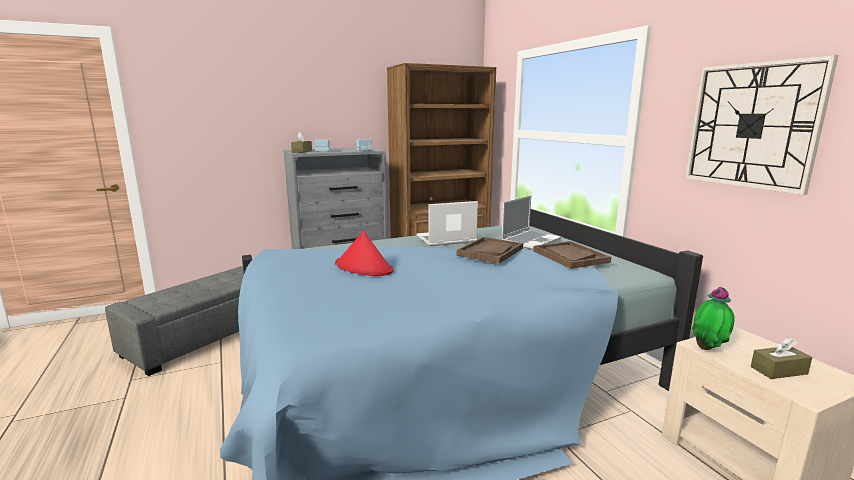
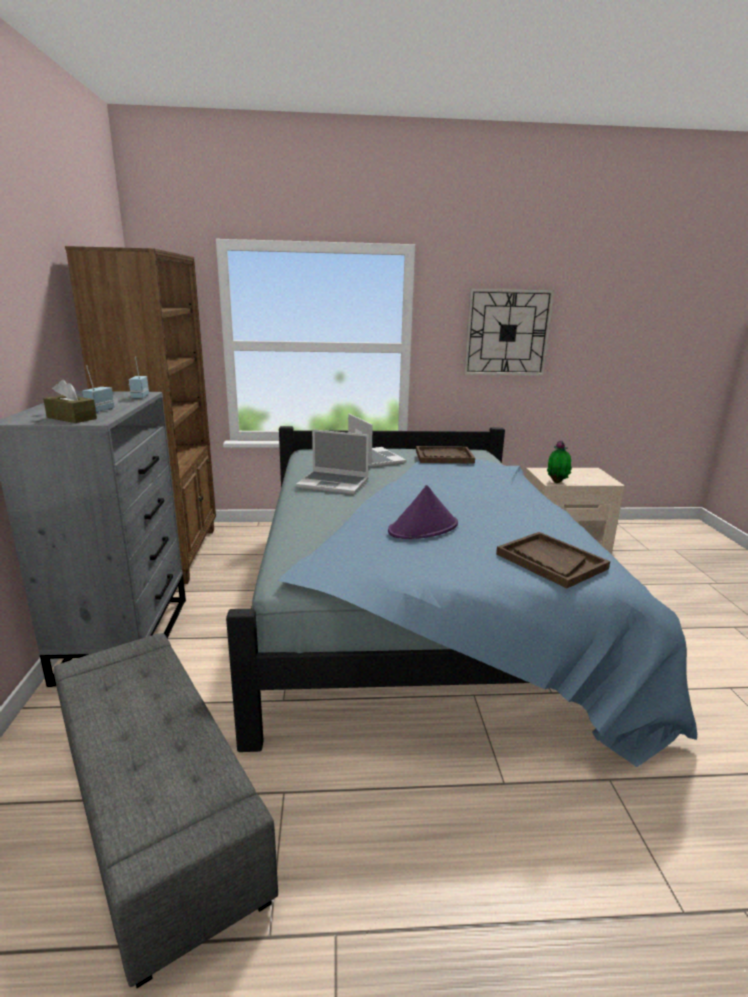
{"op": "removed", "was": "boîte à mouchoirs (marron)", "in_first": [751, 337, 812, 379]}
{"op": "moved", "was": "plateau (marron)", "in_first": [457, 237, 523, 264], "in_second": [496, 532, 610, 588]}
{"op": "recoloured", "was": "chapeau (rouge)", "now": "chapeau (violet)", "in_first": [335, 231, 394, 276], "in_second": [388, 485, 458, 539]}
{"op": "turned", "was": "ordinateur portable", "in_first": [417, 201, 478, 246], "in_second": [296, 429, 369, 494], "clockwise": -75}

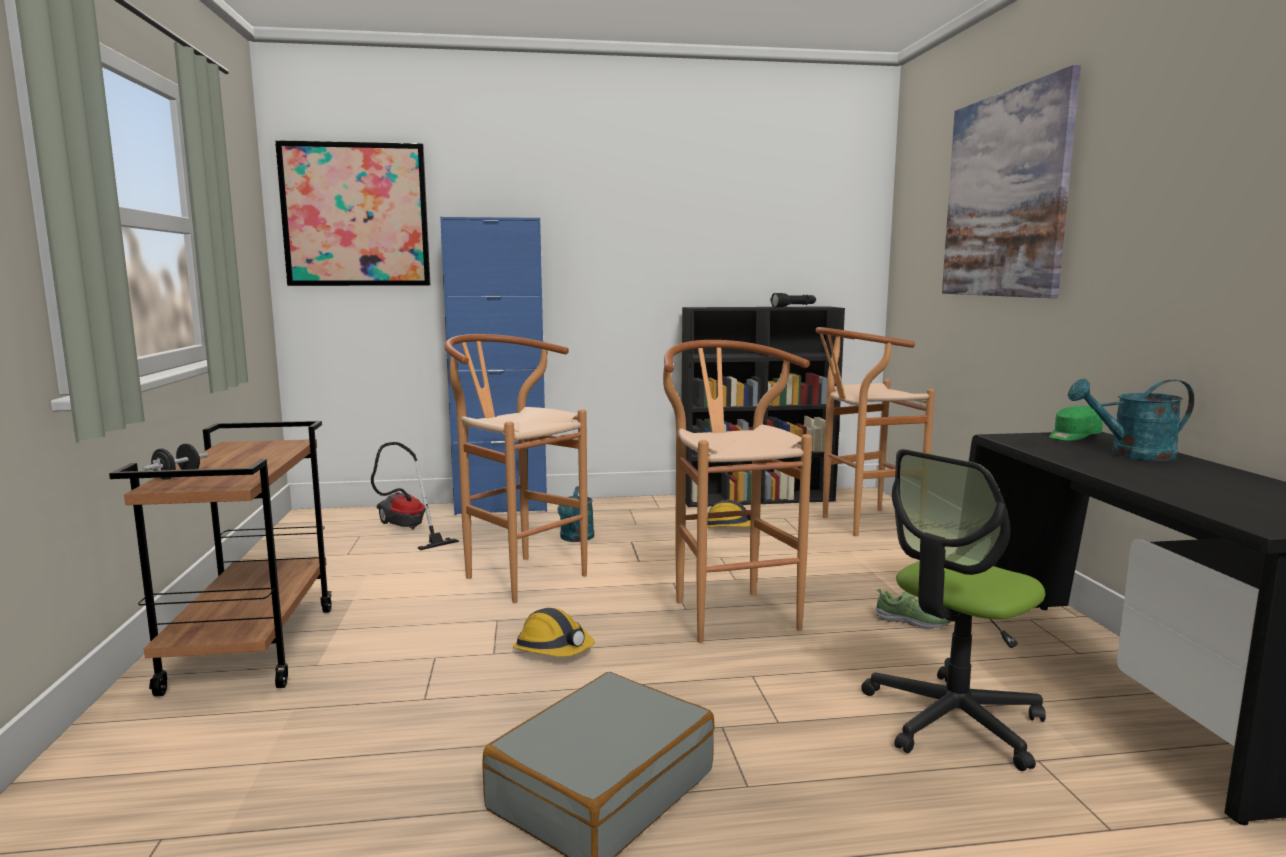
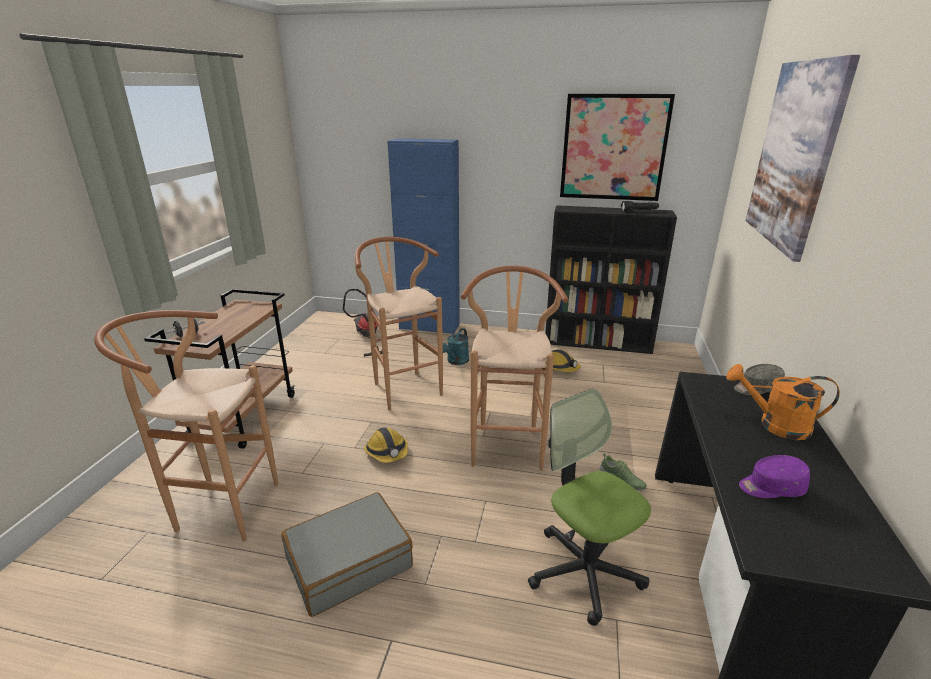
{"op": "added", "now": "casquette (violet)", "in_second": [739, 455, 810, 498]}
{"op": "moved", "was": "tableau", "in_first": [275, 140, 430, 286], "in_second": [560, 94, 675, 201]}
{"op": "moved", "was": "tabouret (marron)", "in_first": [816, 327, 935, 536], "in_second": [94, 310, 278, 541]}
{"op": "recoloured", "was": "casquette (vert)", "now": "casquette (gris)", "in_first": [1049, 406, 1103, 441], "in_second": [734, 364, 785, 395]}
{"op": "recoloured", "was": "arrosoir (turquoise)", "now": "arrosoir (orange)", "in_first": [1068, 379, 1195, 461], "in_second": [726, 364, 840, 440]}
{"op": "turned", "was": "chaise de bureau", "in_first": [861, 449, 1046, 771], "in_second": [528, 389, 651, 626], "clockwise": 75}

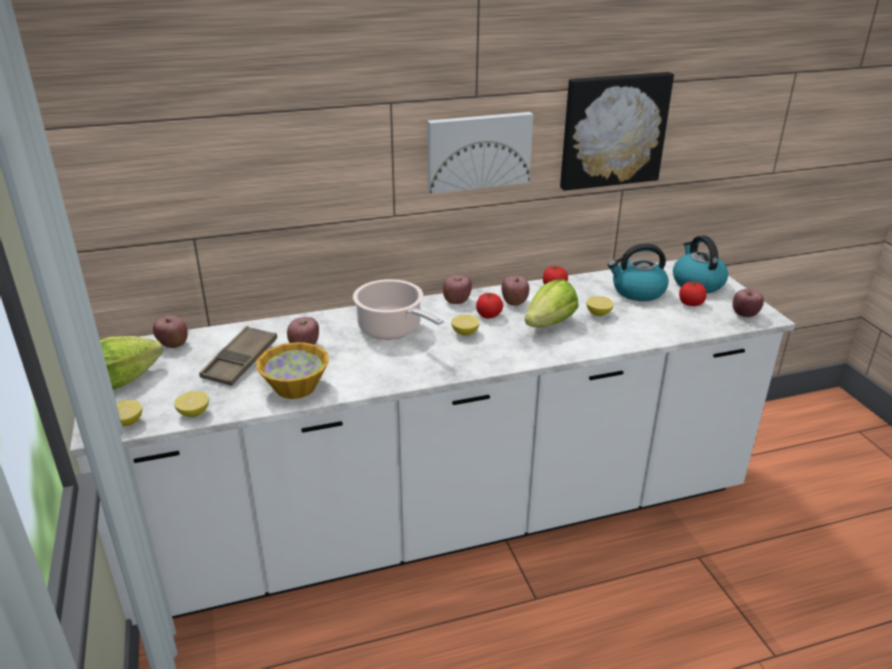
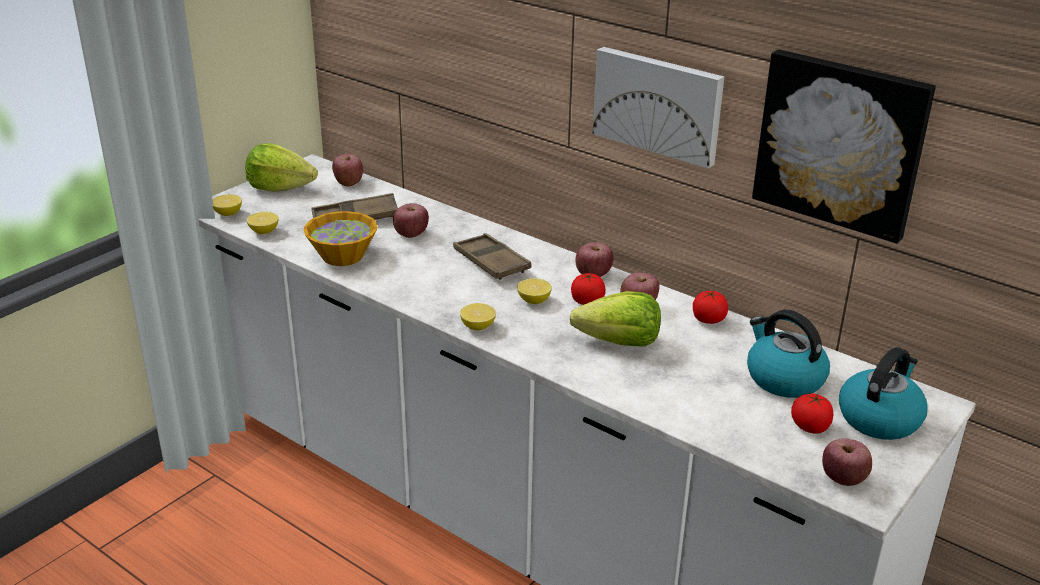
{"op": "moved", "was": "citron", "in_first": [586, 296, 614, 316], "in_second": [460, 303, 496, 331]}
{"op": "replaced", "was": "marmite", "now": "plateau (marron)", "in_first": [353, 279, 444, 340], "in_second": [453, 233, 531, 280]}

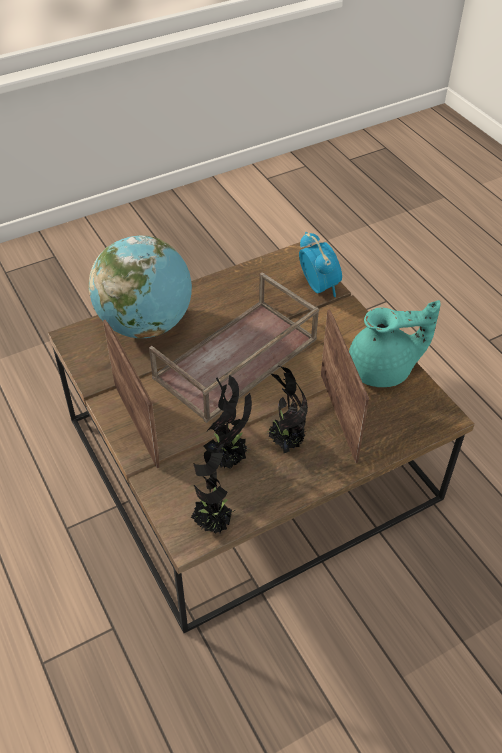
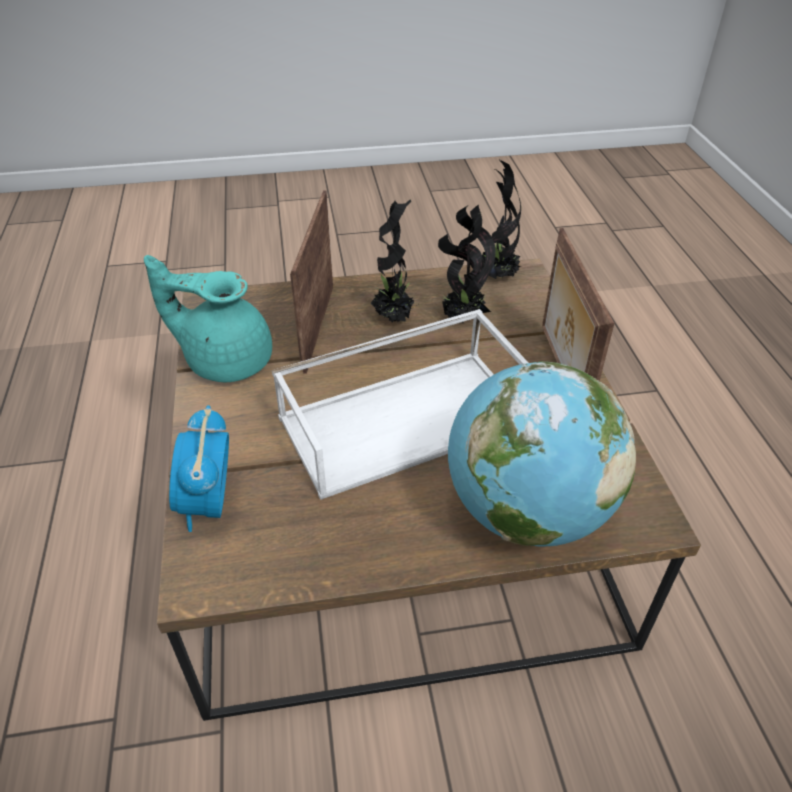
{"op": "recoloured", "was": "plateau (marron)", "now": "plateau (blanc)", "in_first": [149, 272, 319, 423], "in_second": [272, 309, 528, 500]}

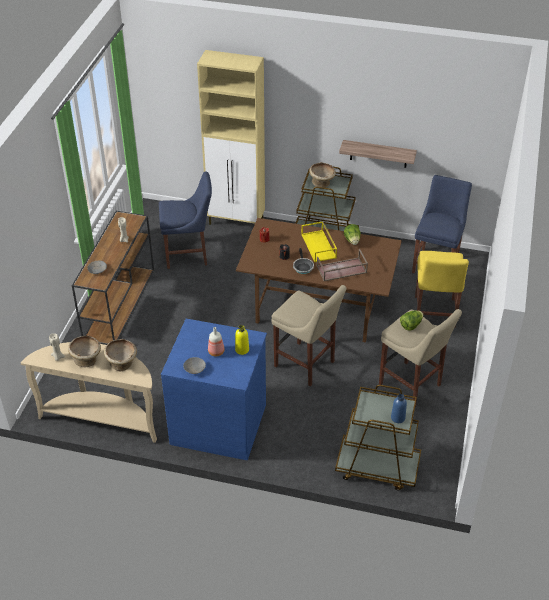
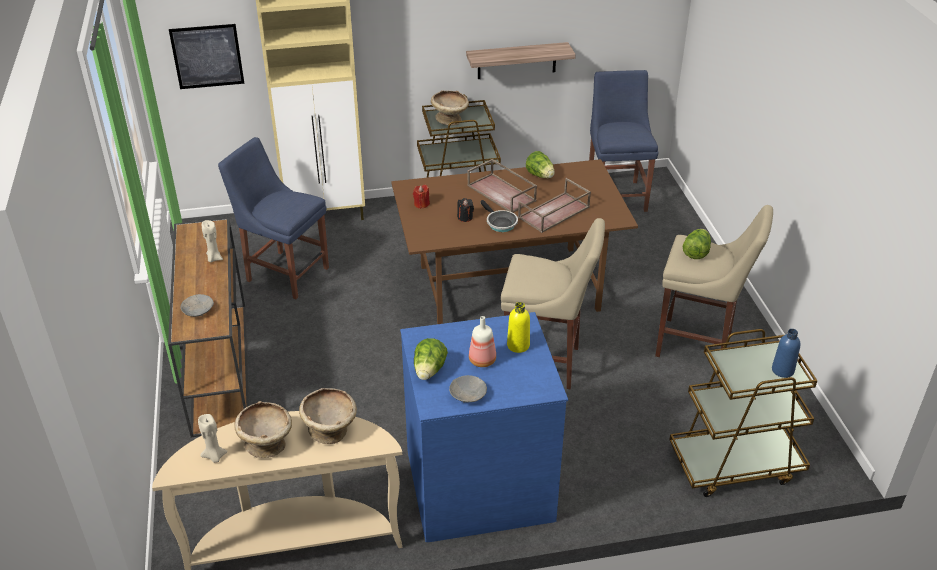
{"op": "removed", "was": "chaise (jaune)", "in_first": [415, 251, 469, 328]}
{"op": "added", "now": "tableau", "in_second": [169, 24, 244, 89]}
{"op": "added", "now": "laitue", "in_second": [414, 338, 448, 380]}
{"op": "recoloured", "was": "plateau (jaune)", "now": "plateau (marron)", "in_first": [301, 221, 337, 262], "in_second": [467, 159, 537, 212]}
{"op": "turned", "was": "chaise (bleu)", "in_first": [159, 172, 212, 269], "in_second": [218, 137, 329, 299], "clockwise": -120}

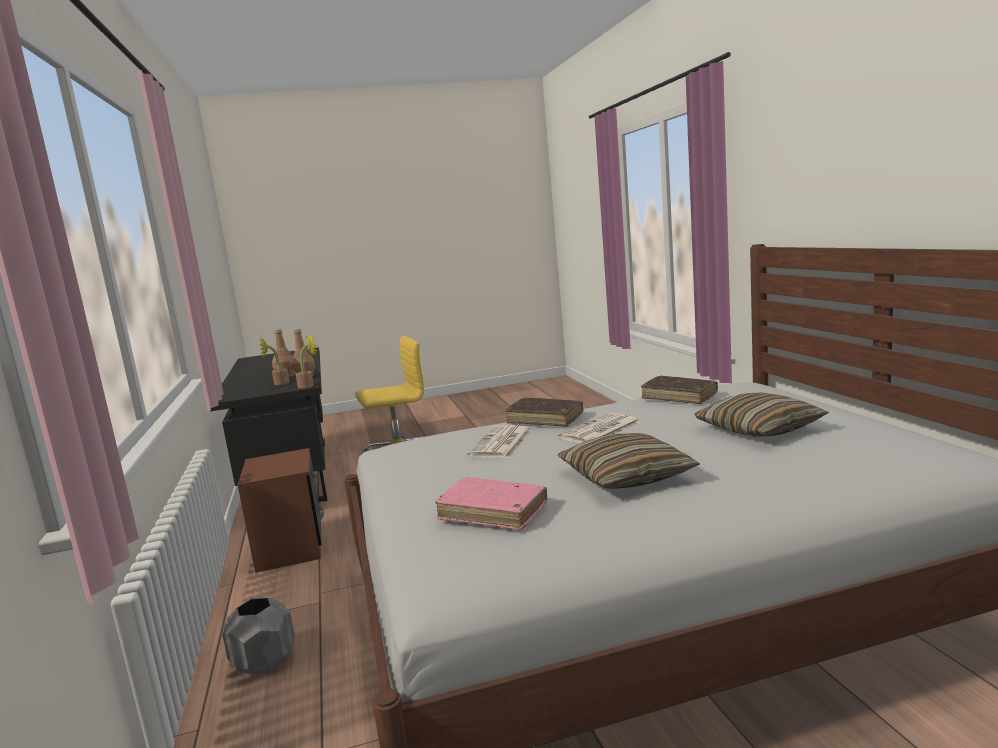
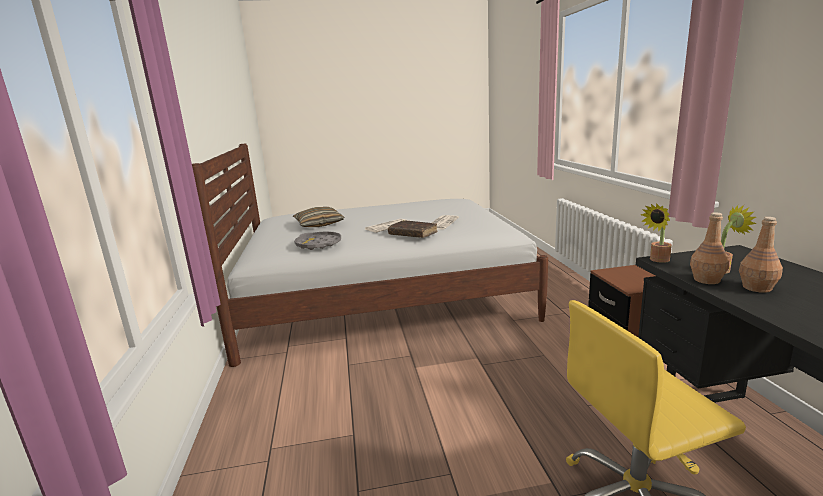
{"op": "removed", "was": "cache-pot (gris)", "in_first": [222, 598, 295, 674]}
{"op": "removed", "was": "livre (rose)", "in_first": [435, 477, 547, 530]}
{"op": "removed", "was": "coussin", "in_first": [558, 433, 700, 489]}
{"op": "replaced", "was": "livre (marron)", "now": "plateau (gris)", "in_first": [641, 375, 718, 404], "in_second": [294, 231, 341, 250]}

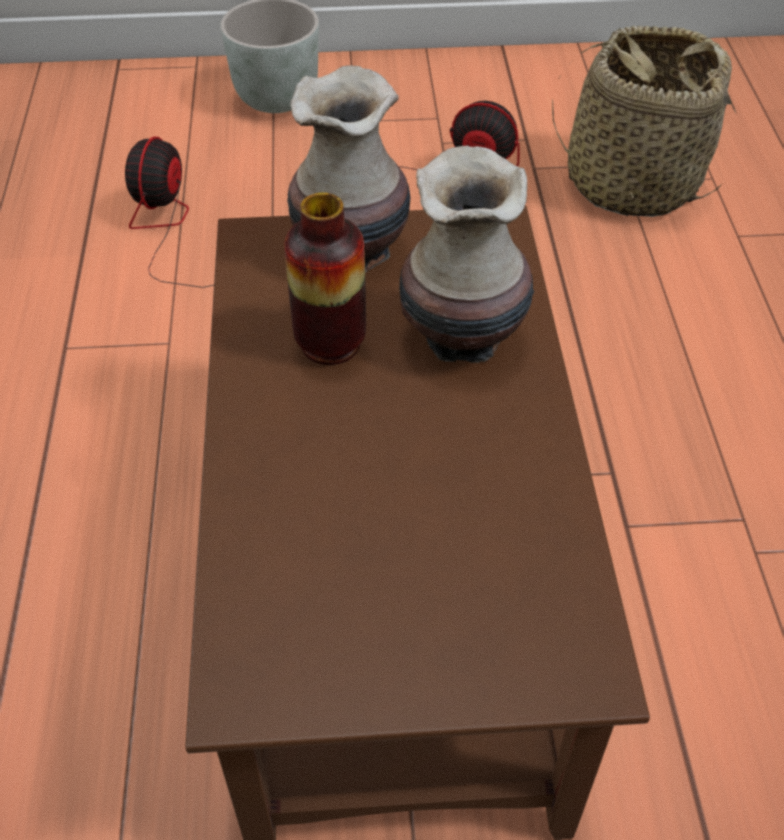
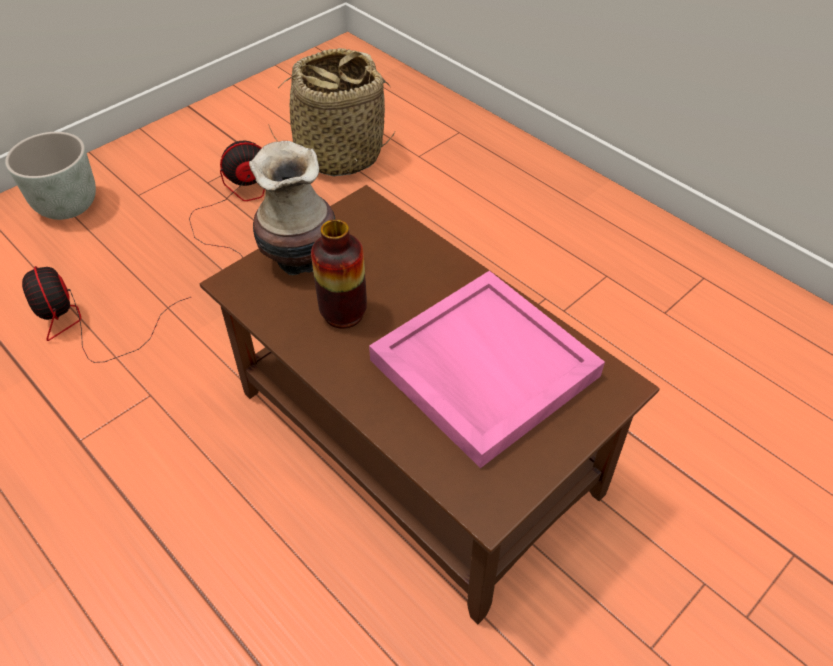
{"op": "removed", "was": "vase", "in_first": [399, 145, 534, 363]}
{"op": "added", "now": "plateau (rose)", "in_second": [369, 271, 605, 468]}

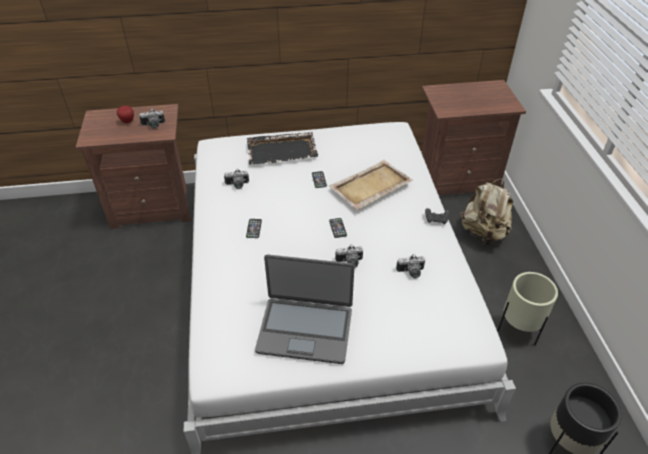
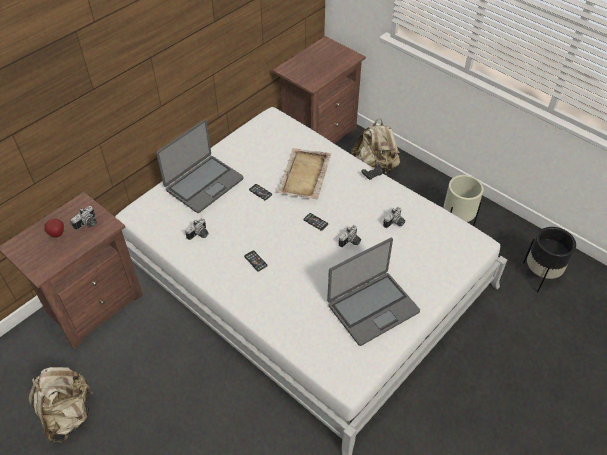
{"op": "added", "now": "sac à dos (beige)", "in_second": [28, 367, 93, 443]}
{"op": "replaced", "was": "plateau (noir)", "now": "ordinateur portable", "in_first": [247, 132, 318, 165], "in_second": [156, 119, 244, 213]}

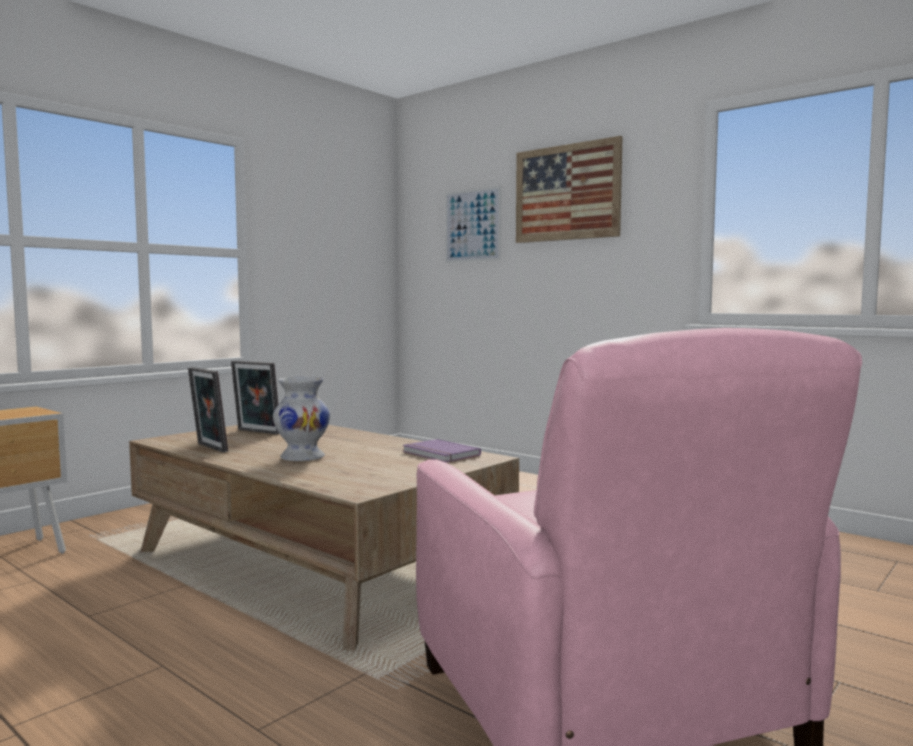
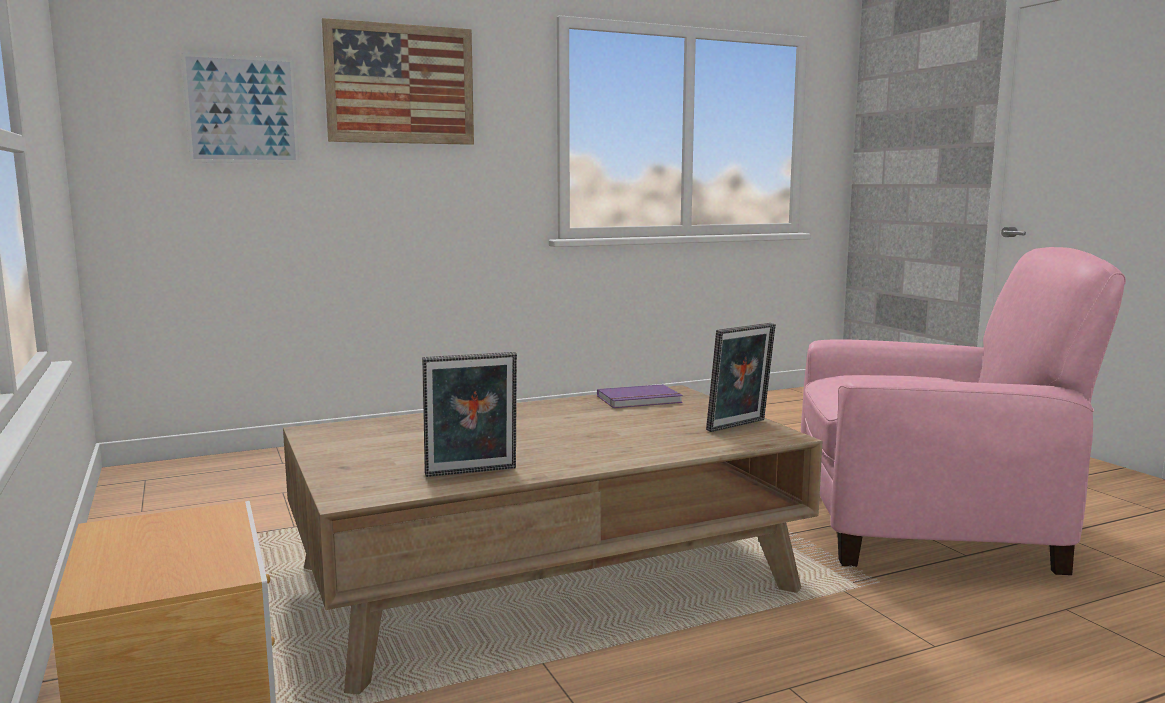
{"op": "removed", "was": "vase (blanc)", "in_first": [273, 377, 330, 461]}
{"op": "moved", "was": "cadre photo", "in_first": [231, 361, 279, 434], "in_second": [706, 323, 776, 432]}

